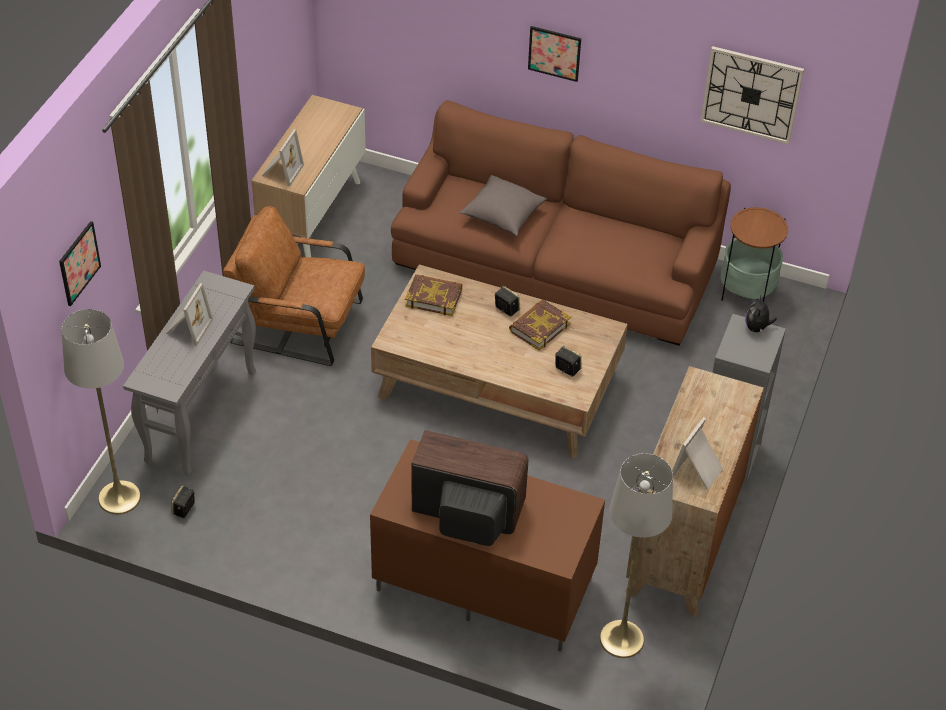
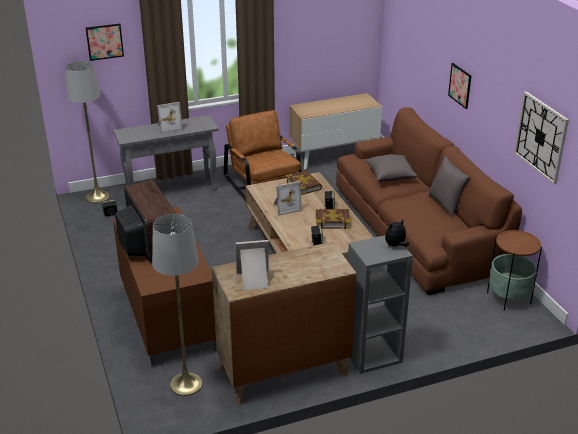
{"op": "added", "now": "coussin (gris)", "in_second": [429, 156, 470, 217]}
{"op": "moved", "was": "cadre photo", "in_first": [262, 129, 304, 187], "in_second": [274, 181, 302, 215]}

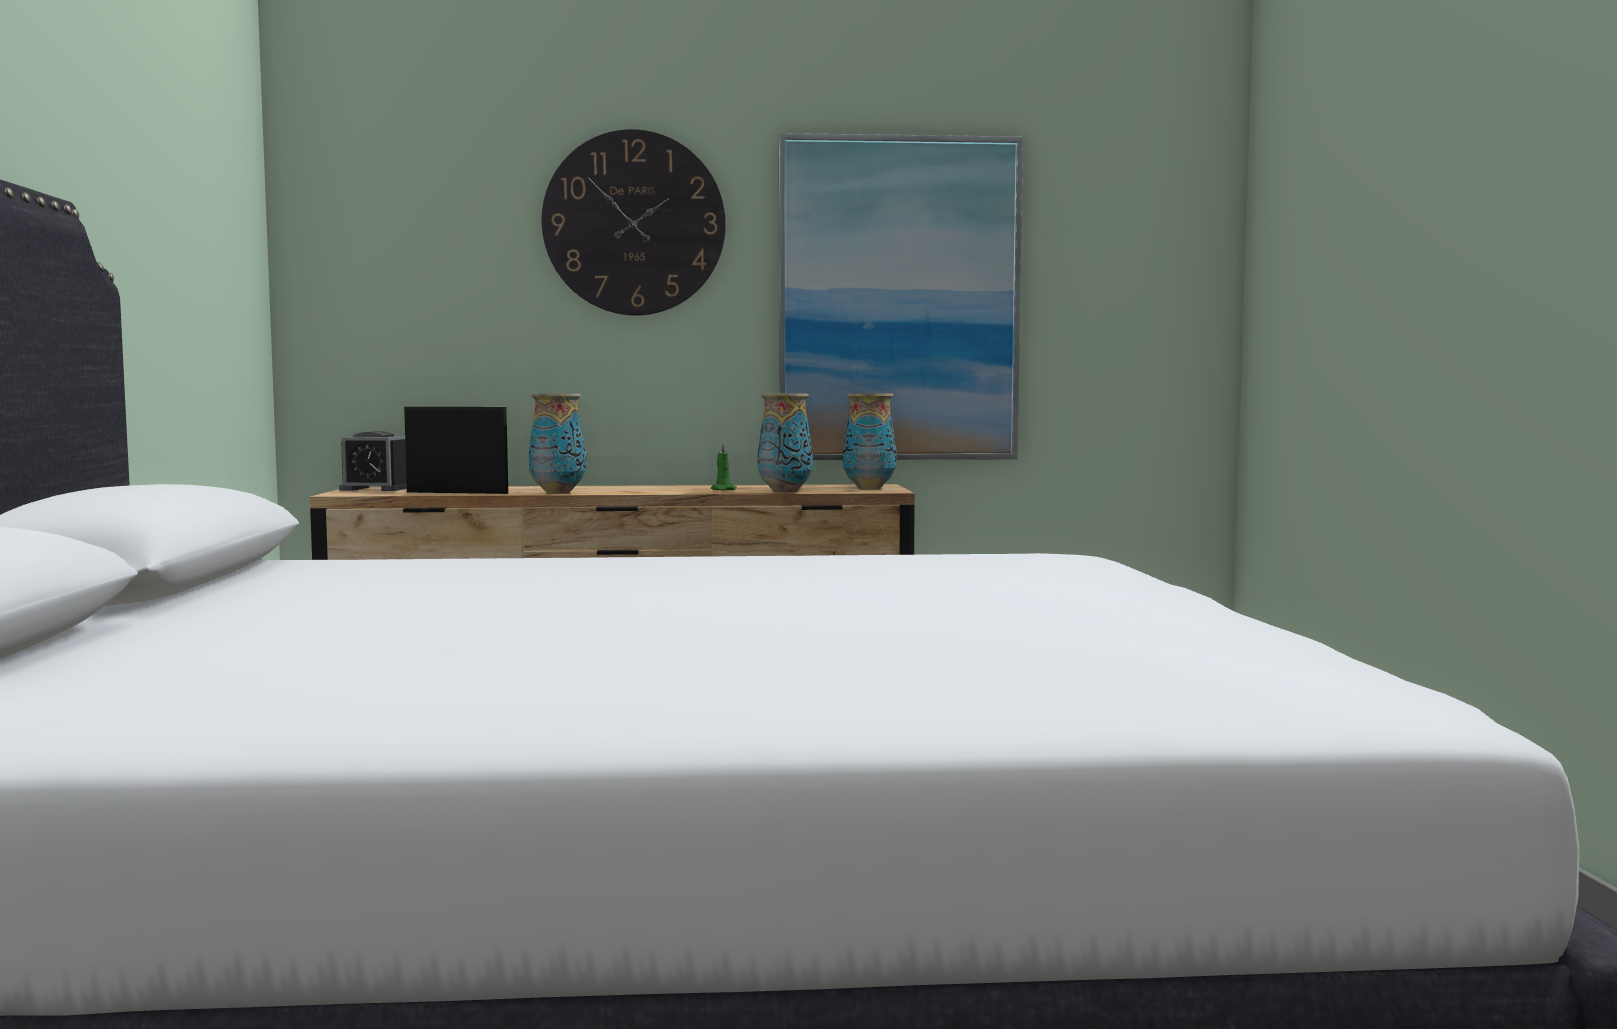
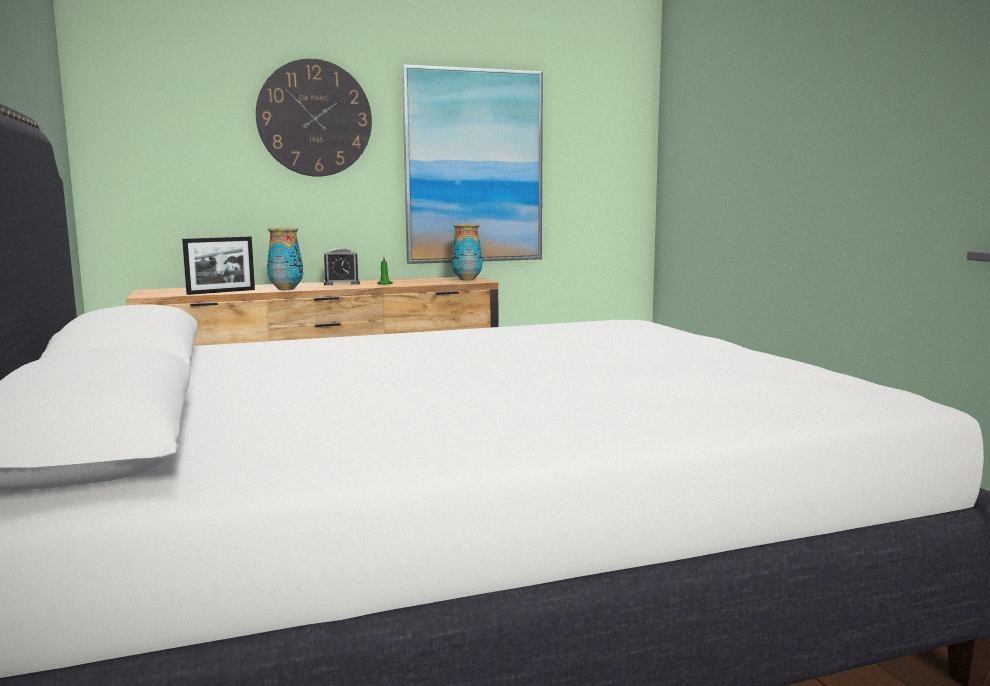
{"op": "removed", "was": "vase", "in_first": [758, 394, 813, 492]}
{"op": "moved", "was": "réveil", "in_first": [339, 431, 407, 491], "in_second": [324, 248, 360, 285]}
{"op": "turned", "was": "cadre photo", "in_first": [404, 407, 508, 494], "in_second": [182, 237, 255, 295], "clockwise": 150}

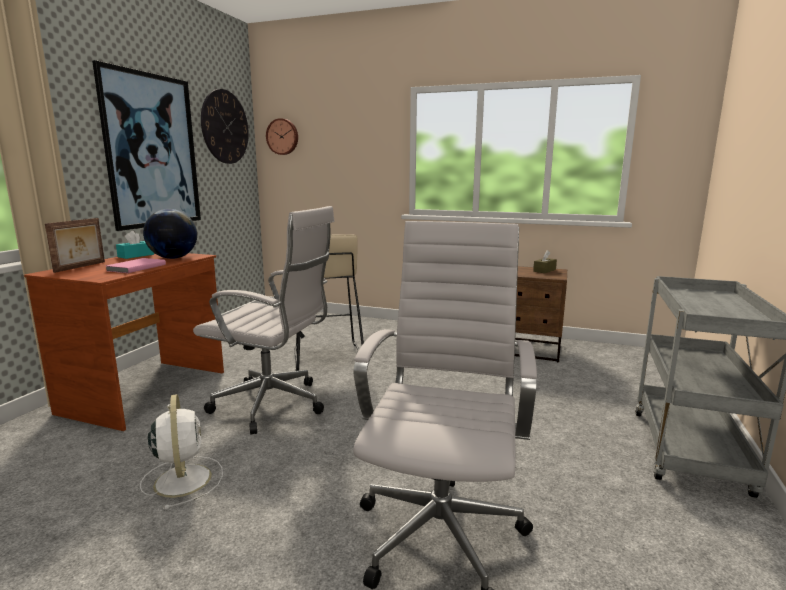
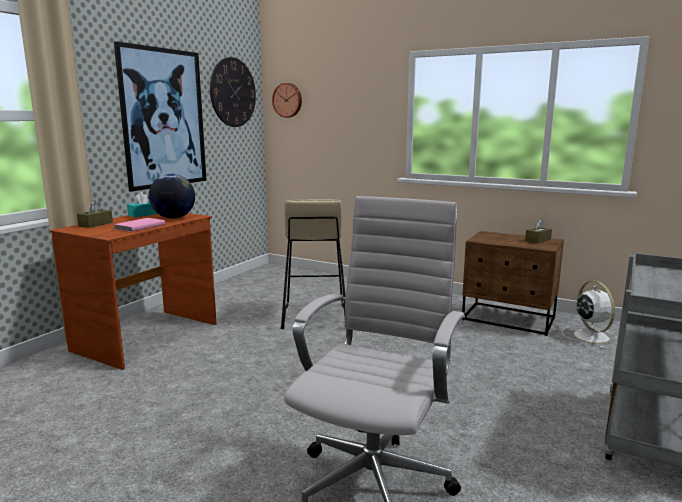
{"op": "removed", "was": "chaise de bureau (blanc)", "in_first": [193, 206, 335, 435]}
{"op": "moved", "was": "ventilateur (blanc)", "in_first": [140, 394, 223, 509], "in_second": [562, 281, 618, 348]}
{"op": "replaced", "was": "cadre photo", "now": "boîte à mouchoirs (marron)", "in_first": [45, 218, 105, 273], "in_second": [77, 200, 113, 228]}

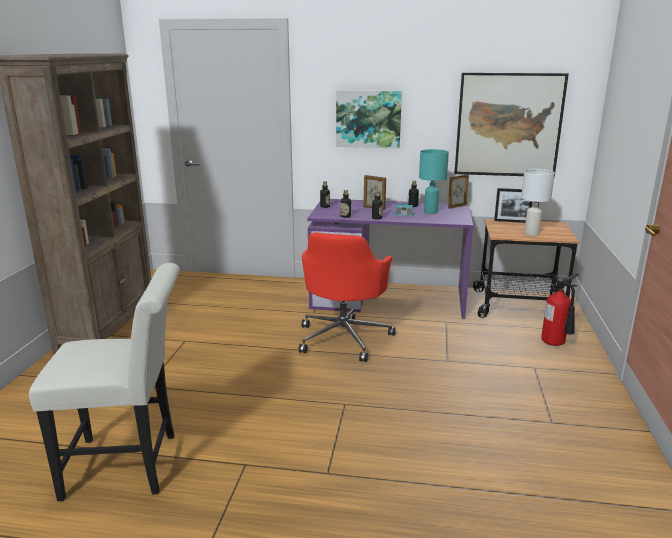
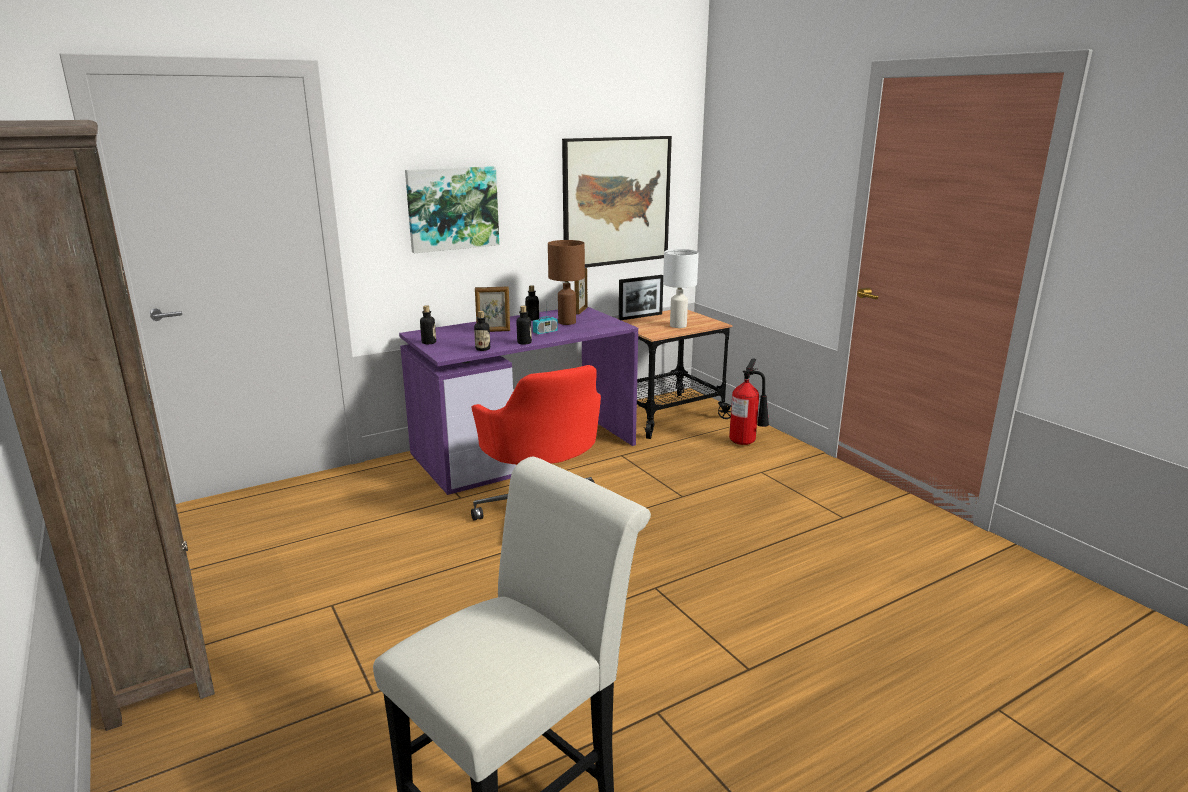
{"op": "recoloured", "was": "lampe de table (turquoise)", "now": "lampe de table (marron)", "in_first": [419, 149, 449, 214], "in_second": [548, 240, 585, 325]}

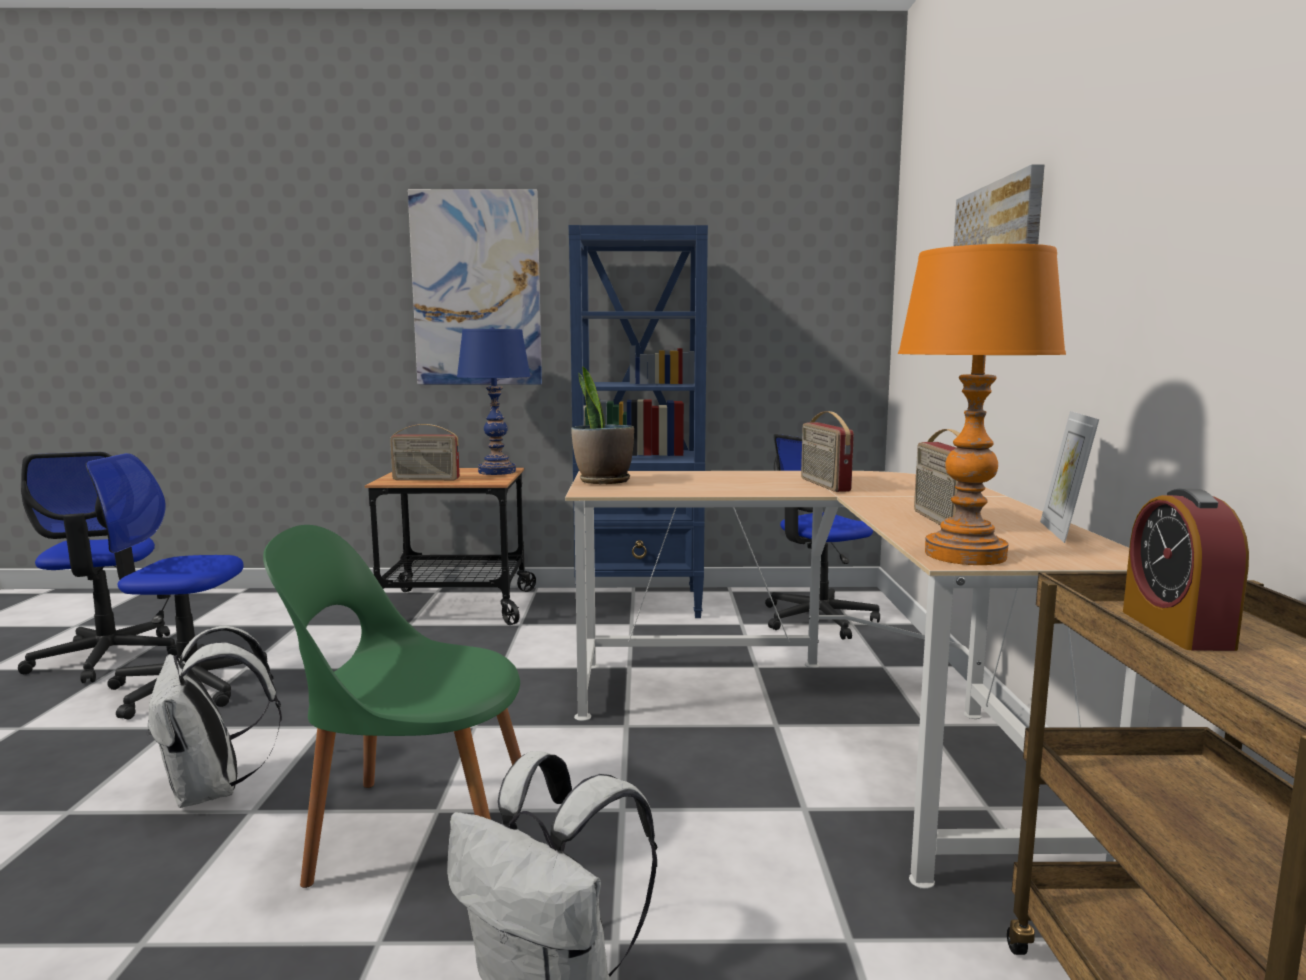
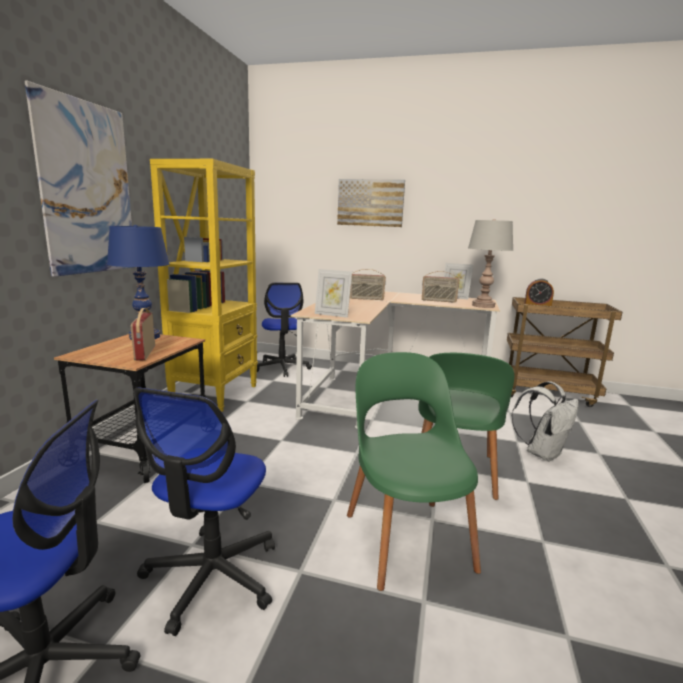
{"op": "replaced", "was": "sac à dos (blanc)", "now": "chaise (vert)", "in_first": [146, 626, 282, 808], "in_second": [347, 352, 481, 591]}
{"op": "replaced", "was": "plante en pot", "now": "cadre photo", "in_first": [571, 366, 634, 484], "in_second": [315, 269, 352, 318]}
{"op": "recoloured", "was": "bibliothèque (bleu)", "now": "bibliothèque (jaune)", "in_first": [569, 225, 708, 618], "in_second": [150, 159, 258, 412]}
{"op": "recoloured", "was": "lampe de table (orange)", "now": "lampe de table (gris)", "in_first": [898, 244, 1066, 565], "in_second": [468, 219, 513, 308]}
{"op": "turned", "was": "radio", "in_first": [390, 424, 460, 480], "in_second": [131, 308, 155, 361], "clockwise": 150}

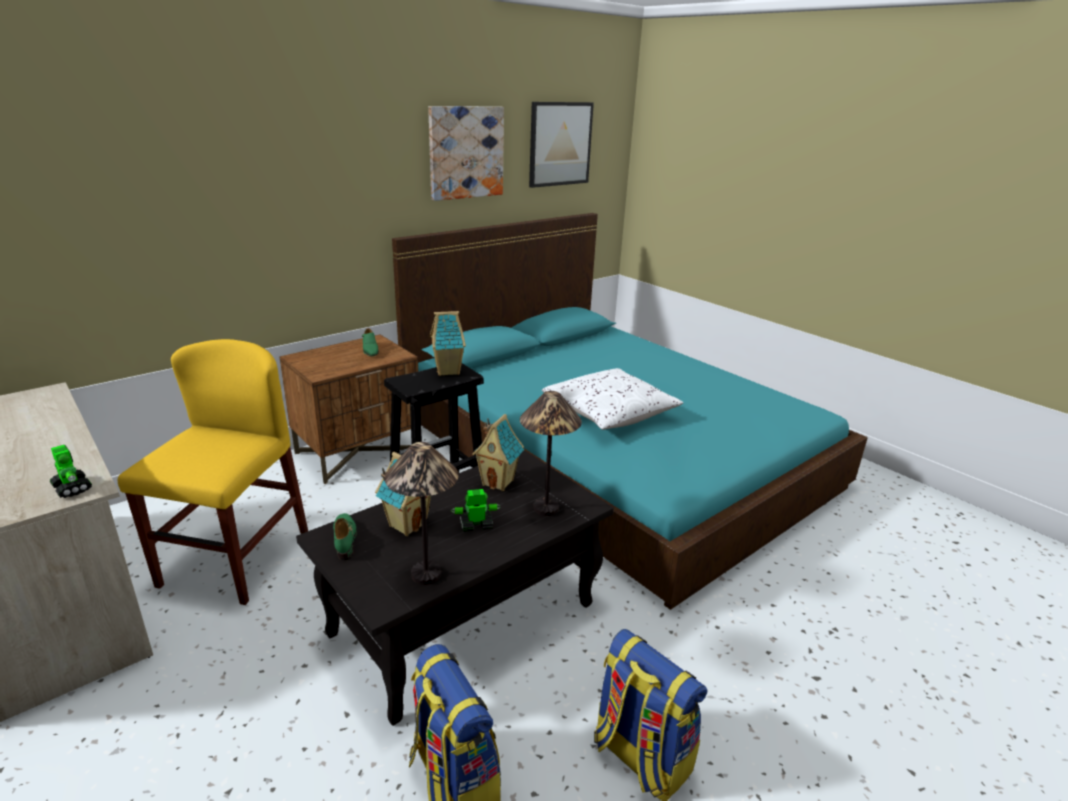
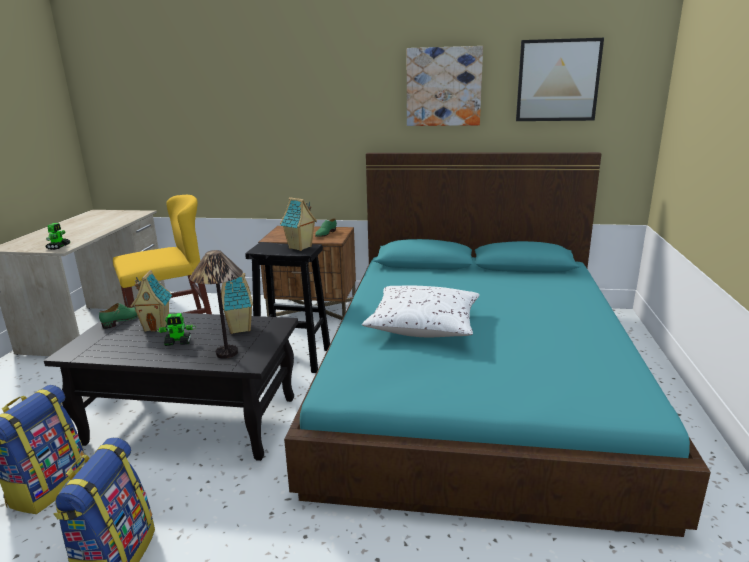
{"op": "removed", "was": "lampe de table", "in_first": [385, 442, 459, 585]}
{"op": "turned", "was": "robot jouet", "in_first": [451, 489, 501, 532], "in_second": [157, 313, 196, 346], "clockwise": 135}

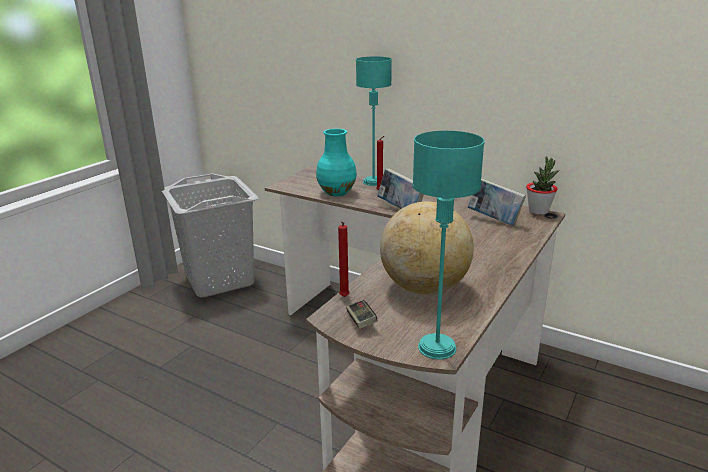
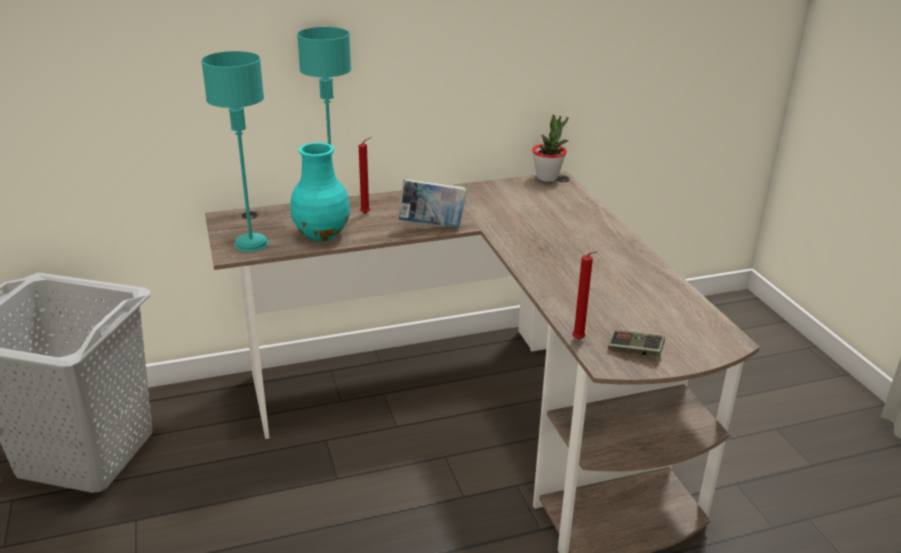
{"op": "removed", "was": "globe", "in_first": [380, 202, 474, 295]}
{"op": "removed", "was": "livre", "in_first": [468, 178, 526, 226]}
{"op": "moved", "was": "lampe de table (turquoise)", "in_first": [412, 131, 484, 359], "in_second": [201, 51, 268, 252]}

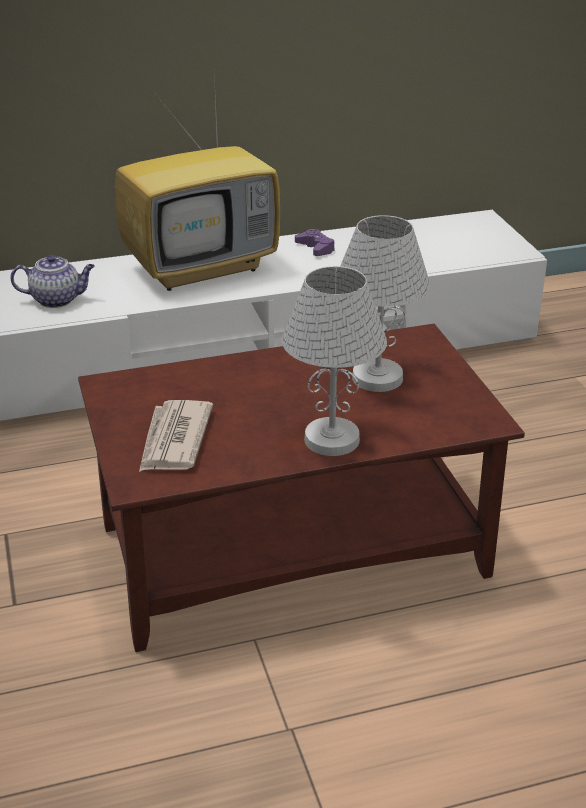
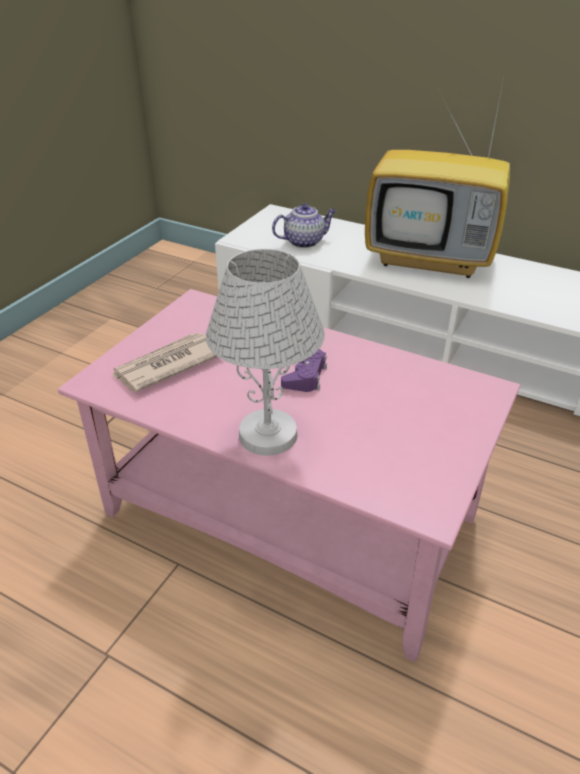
{"op": "removed", "was": "lampe de table (blanc)", "in_first": [341, 215, 431, 392]}
{"op": "moved", "was": "manette (violet)", "in_first": [295, 229, 335, 256], "in_second": [281, 349, 327, 392]}
{"op": "recoloured", "was": "table basse (marron)", "now": "table basse (rose)", "in_first": [78, 324, 525, 652], "in_second": [58, 289, 520, 662]}
{"op": "turned", "was": "théière", "in_first": [10, 255, 95, 308], "in_second": [272, 204, 336, 248], "clockwise": -60}

